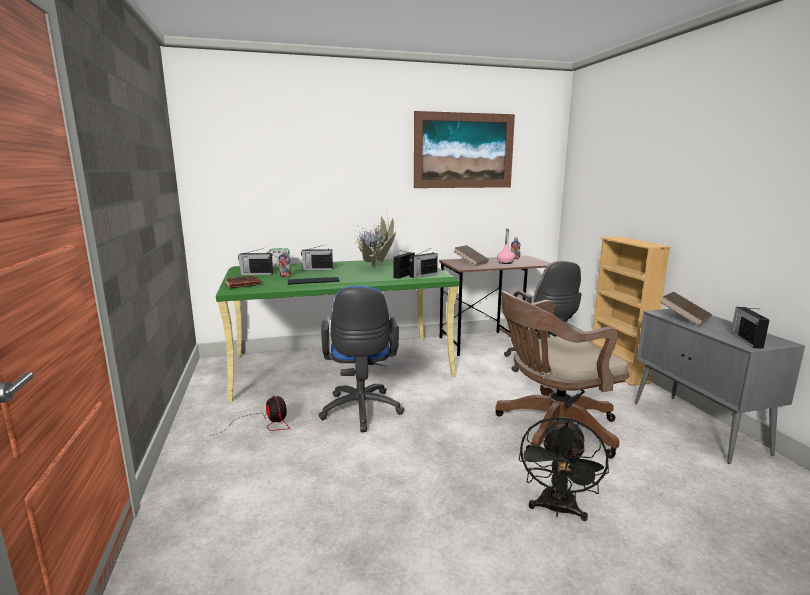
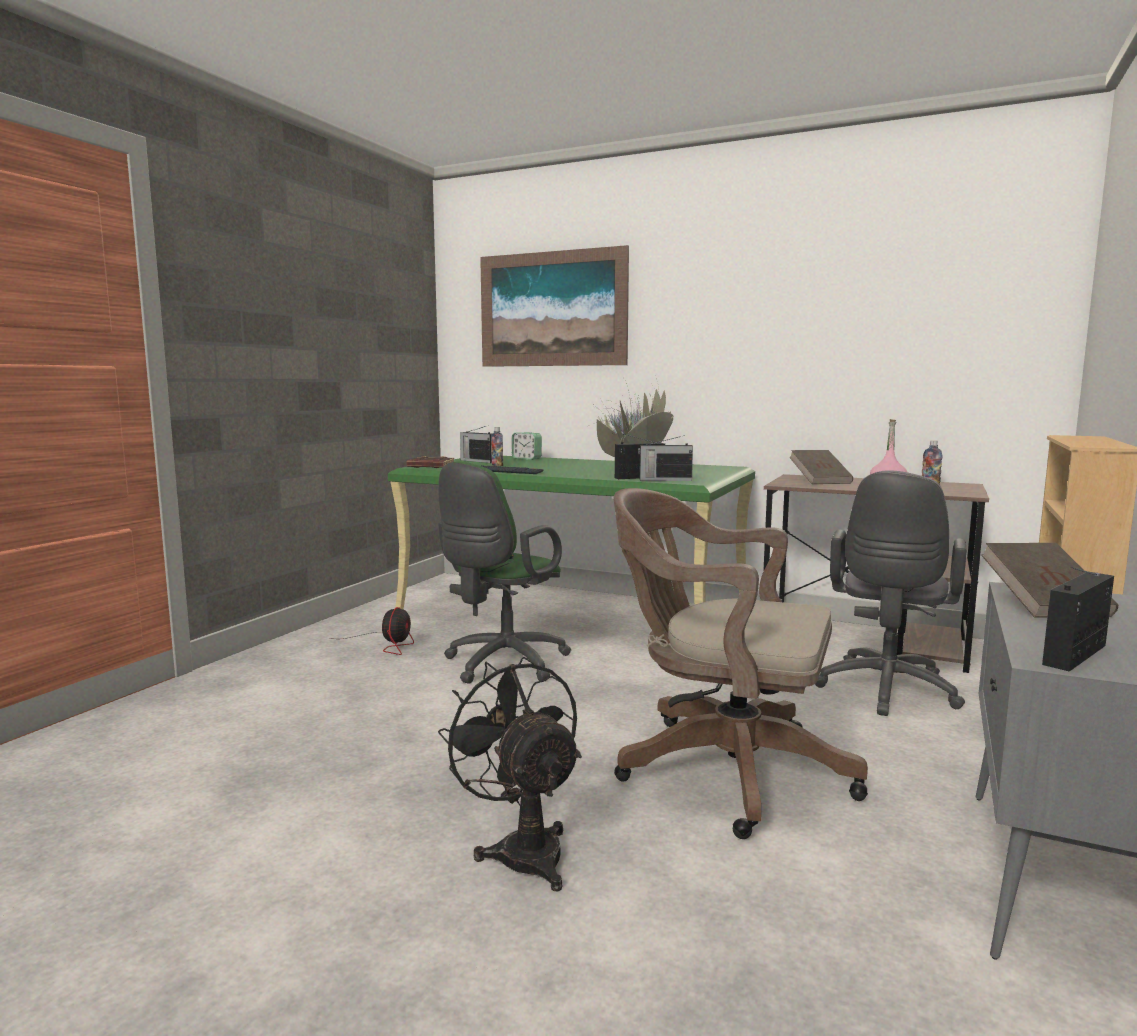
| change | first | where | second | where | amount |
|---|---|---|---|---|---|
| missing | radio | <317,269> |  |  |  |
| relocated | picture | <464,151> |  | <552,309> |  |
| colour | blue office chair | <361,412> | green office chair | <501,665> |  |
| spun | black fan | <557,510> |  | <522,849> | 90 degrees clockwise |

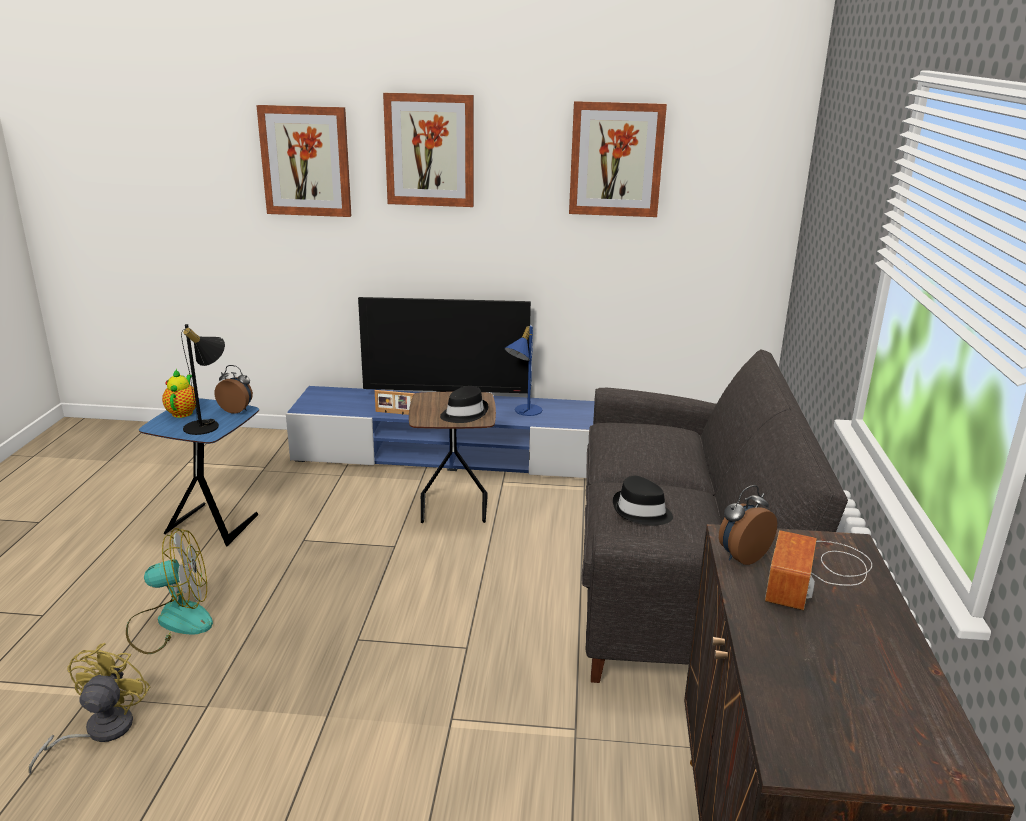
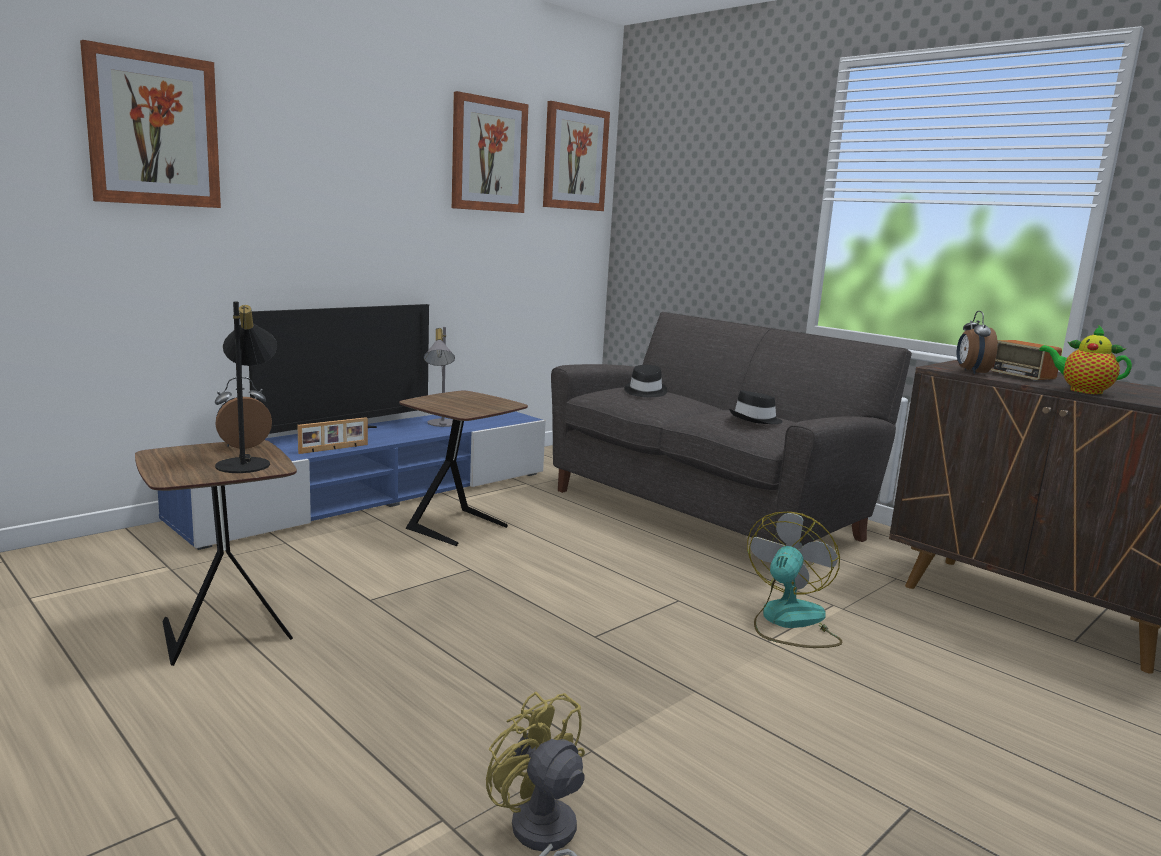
| change | first | where | second | where | amount |
|---|---|---|---|---|---|
| relocated | fan | <171,622> |  | <789,622> |  |
| relocated | teapot | <183,412> |  | <1081,390> |  |
| relocated | picture | <430,150> |  | <575,158> |  |
| relocated | black hat | <464,413> |  | <644,392> |  |
| colour | blue side table | <214,523> | brown side table | <222,630> |  |
| colour | blue table lamp | <523,411> | grey table lamp | <440,424> |  |

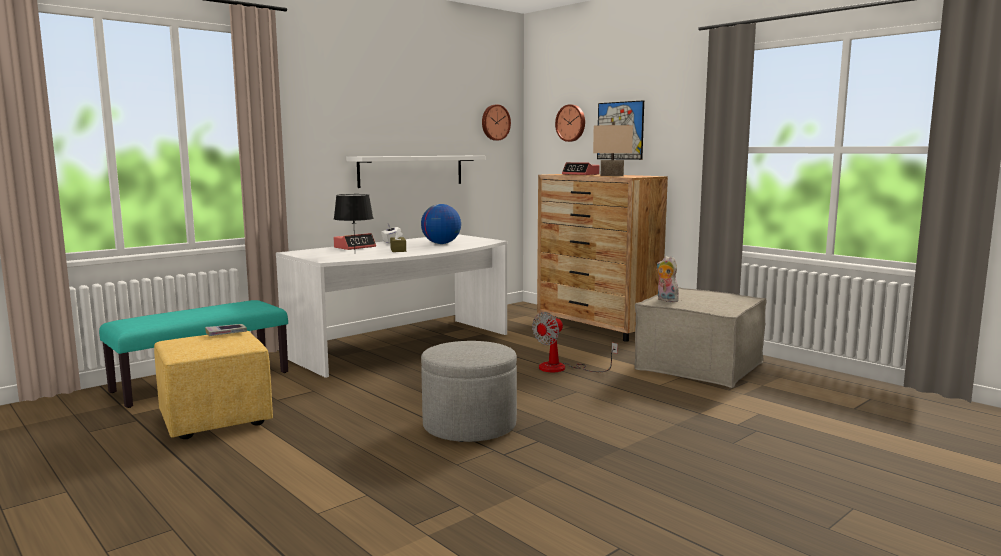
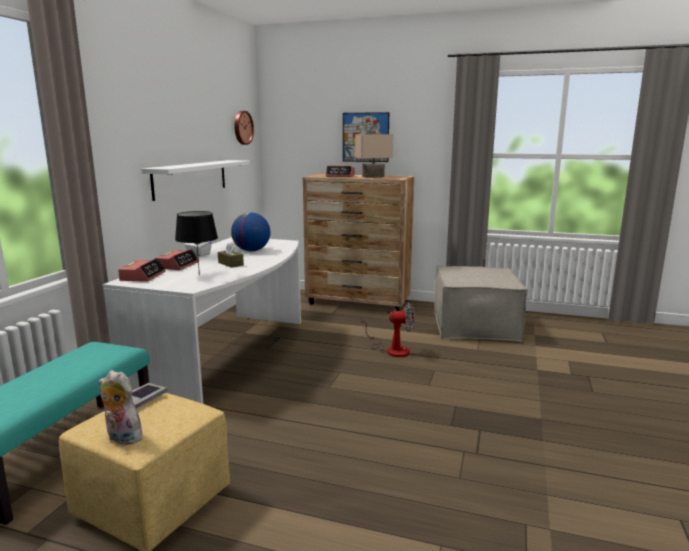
| change | first | where | second | where | amount |
|---|---|---|---|---|---|
| missing | grey ottoman | <469,425> |  |  |  |
| missing | wall clock | <571,123> |  |  |  |
| appeared |  |  | alarm clock | <143,276> |  |
| relocated | plush toy | <665,300> |  | <121,438> |  |
| spun | fan | <562,368> |  | <391,349> | 105 degrees counterclockwise |

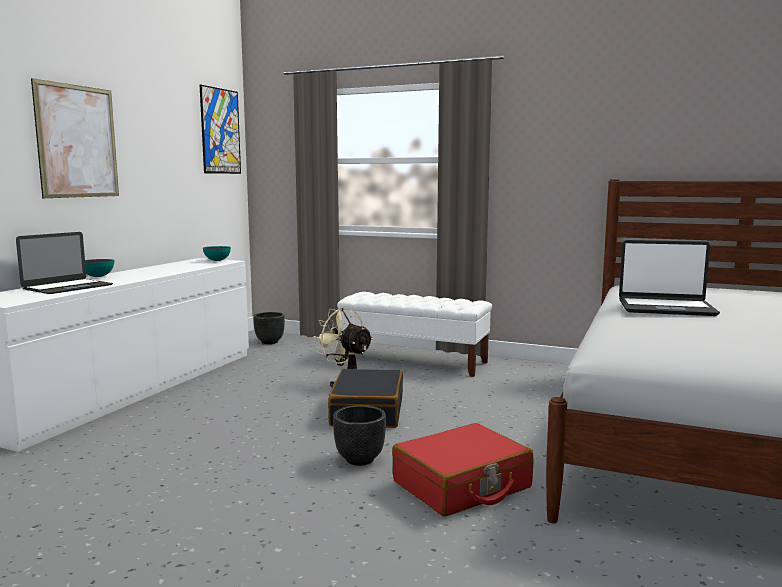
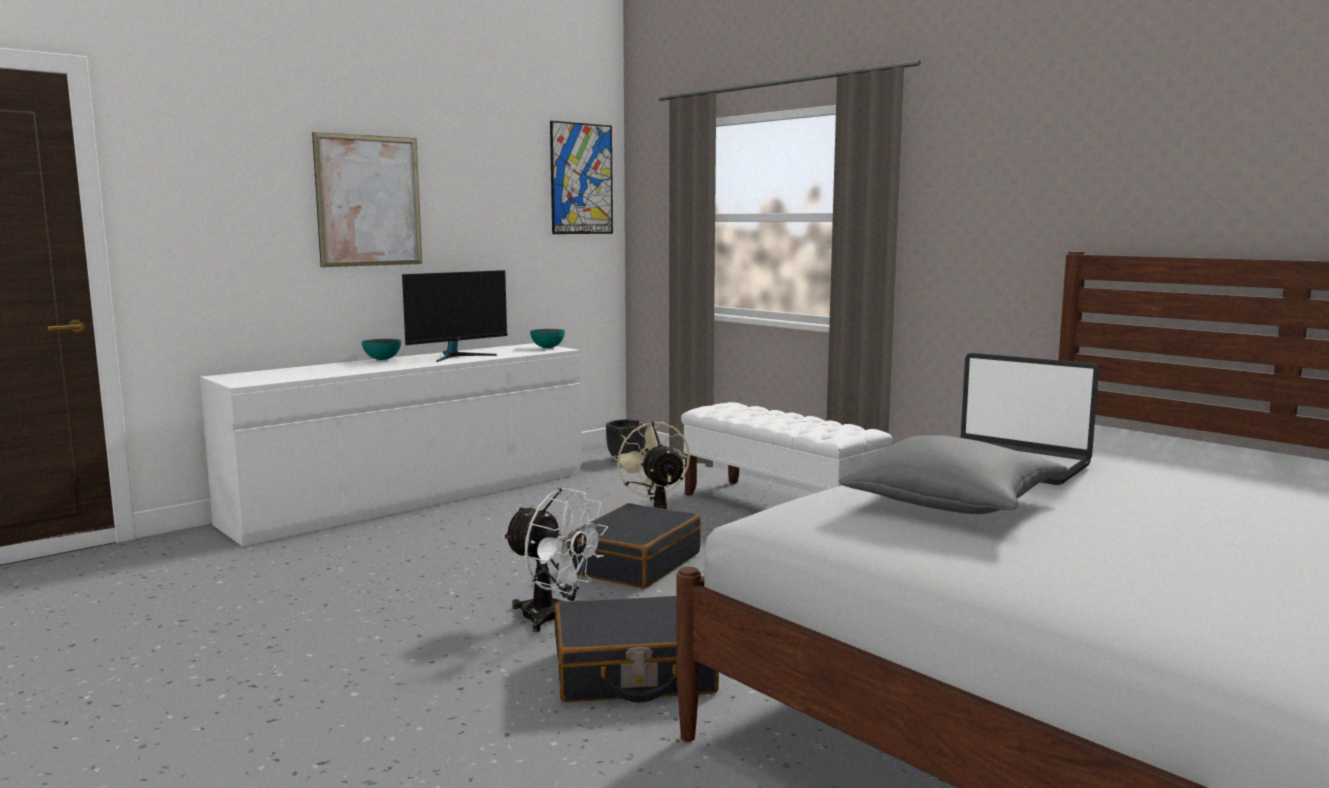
| change | first | where | second | where | amount |
|---|---|---|---|---|---|
| missing | laptop | <68,287> |  |  |  |
| appeared |  |  | monitor | <457,356> |  |
| appeared |  |  | grey pillow | <953,503> |  |
| exchanged | black planter | <359,459> | white fan | <553,618> |  |
| colour | red suitcase | <462,485> | black suitcase | <633,672> |  |

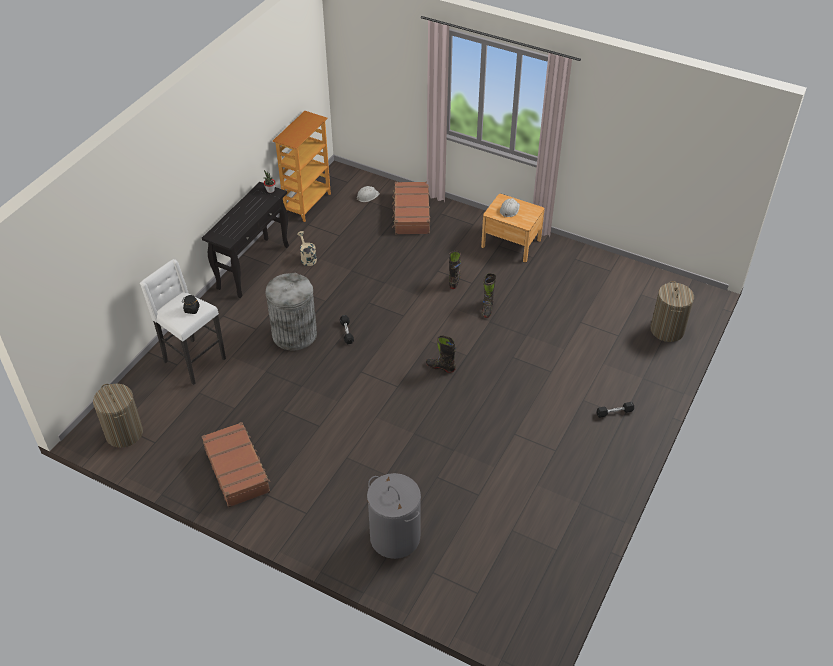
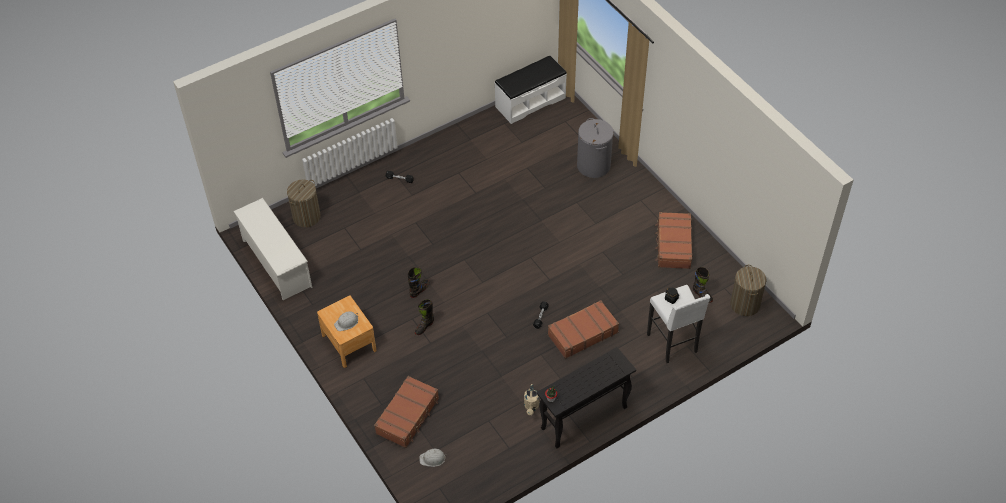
| change | first | where | second | where | amount |
|---|---|---|---|---|---|
| missing | bookcase | <307,204> |  |  |  |
| appeared |  |  | white shoe rack | <276,263> |  |
| appeared |  |  | white bench | <530,102> |  |
| relocated | black boot | <440,367> |  | <702,295> |  |
| exchanged | grey trash can | <294,334> | brown suitcase | <582,333> |  |

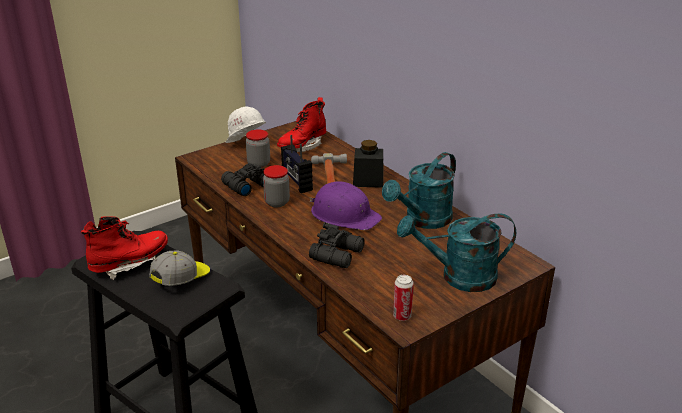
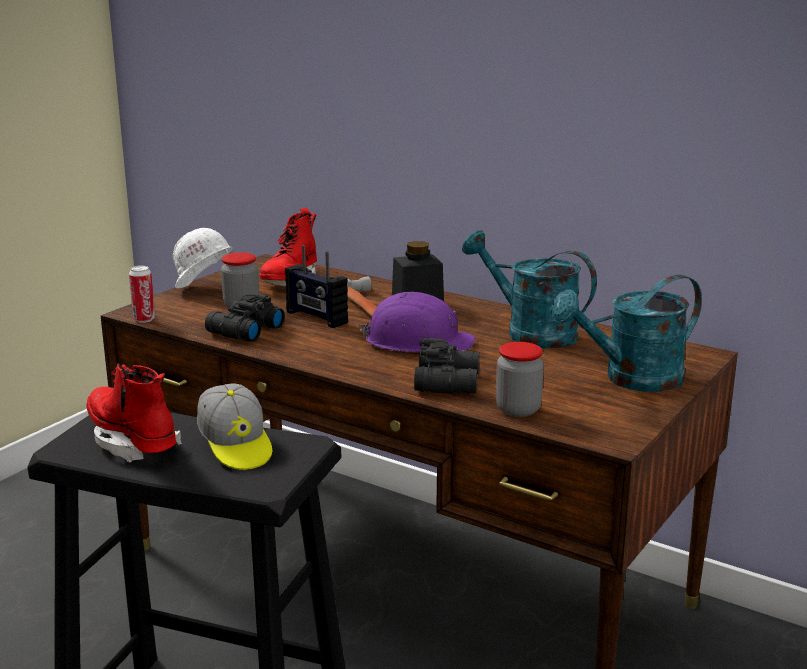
| change | first | where | second | where | amount |
|---|---|---|---|---|---|
| relocated | jar | <277,202> |  | <518,409> |  |
| relocated | can | <402,316> |  | <144,319> |  |
| spun | red boot | <130,263> |  | <132,442> | 75 degrees counterclockwise |
| spun | cap | <182,279> |  | <235,446> | 135 degrees clockwise |
| spun | turquoise watering can | <423,220> |  | <530,332> | 105 degrees clockwise |

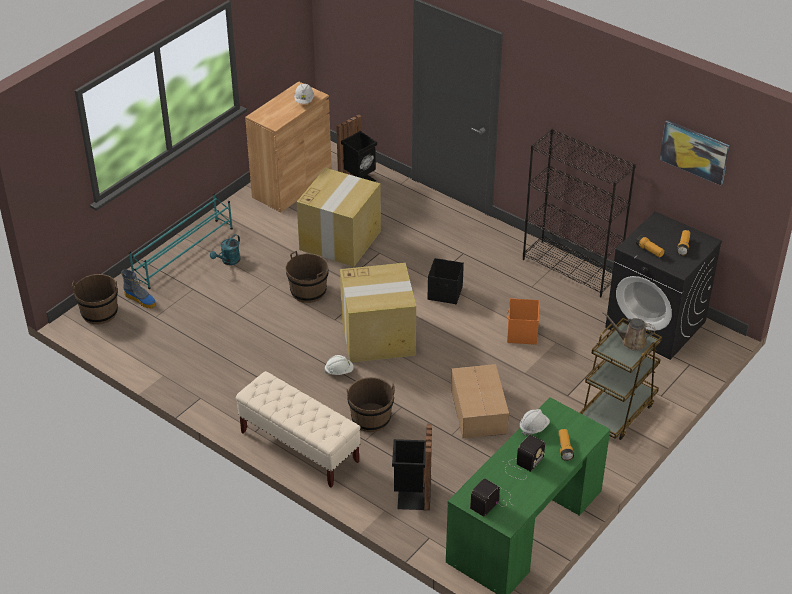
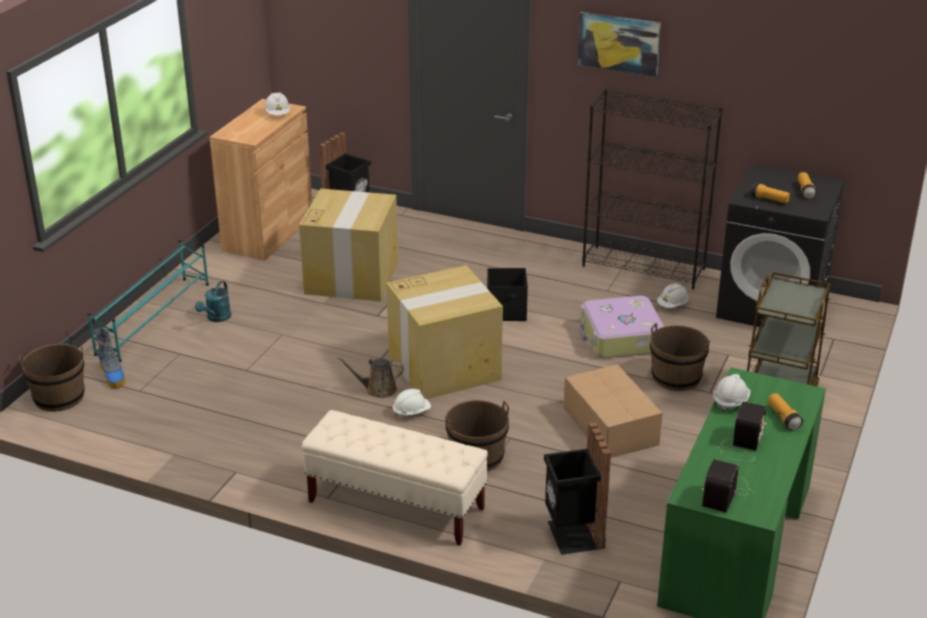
| change | first | where | second | where | amount |
|---|---|---|---|---|---|
| appeared |  |  | white hard hat | <672,305> |  |
| relocated | brown bucket | <308,291> |  | <676,377> |  |
| relocated | brown watering can | <631,341> |  | <377,389> |  |
| relocated | picture | <694,151> |  | <619,43> |  |
| exchanged | orange storage box | <521,334> | suitcase | <620,338> |  |
| spun | boot | <141,300> |  | <112,375> | 45 degrees clockwise |

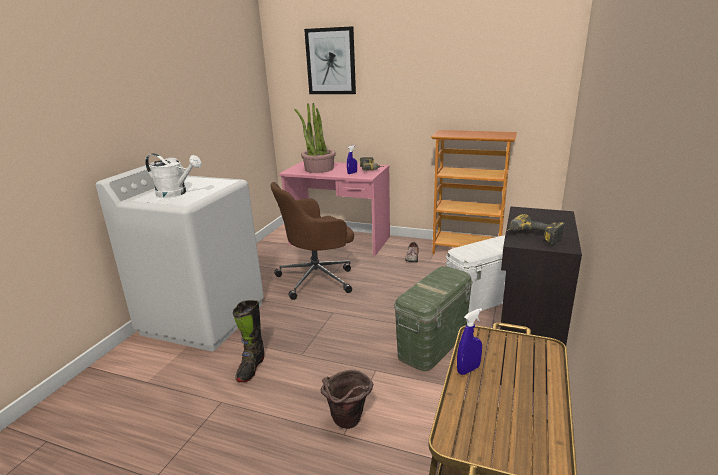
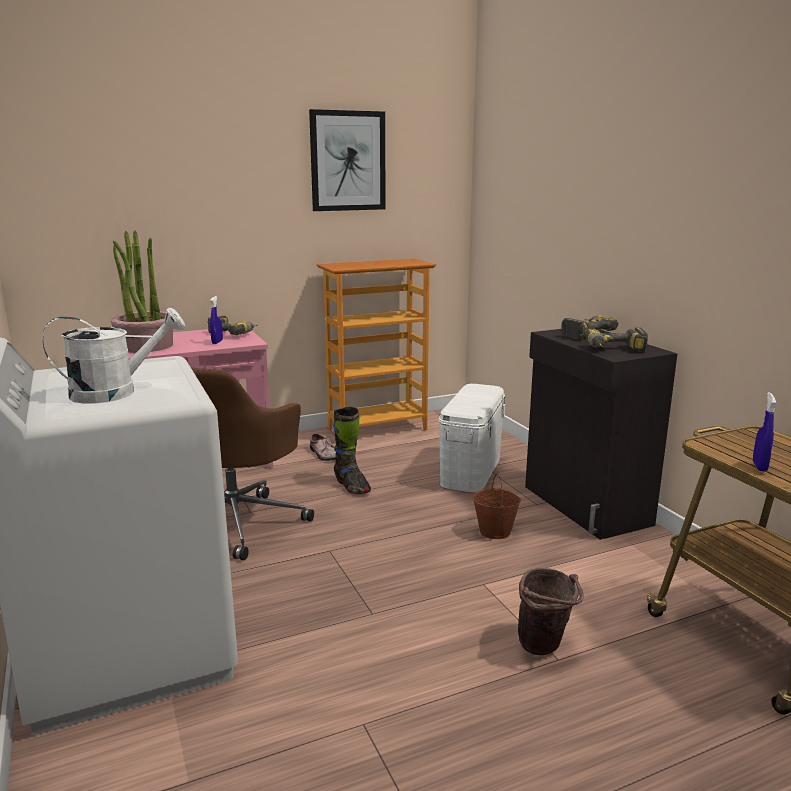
| change | first | where | second | where | amount |
|---|---|---|---|---|---|
| appeared |  |  | power drill | <584,334> |  |
| relocated | black boot | <251,368> |  | <351,486> |  |
| relocated | picture | <331,61> |  | <348,161> |  |
| exchanged | green storage box | <433,344> | brown bucket | <495,532> |  |

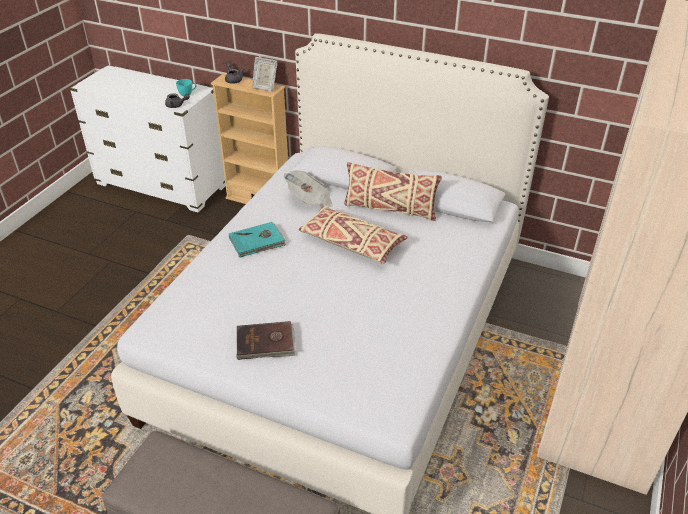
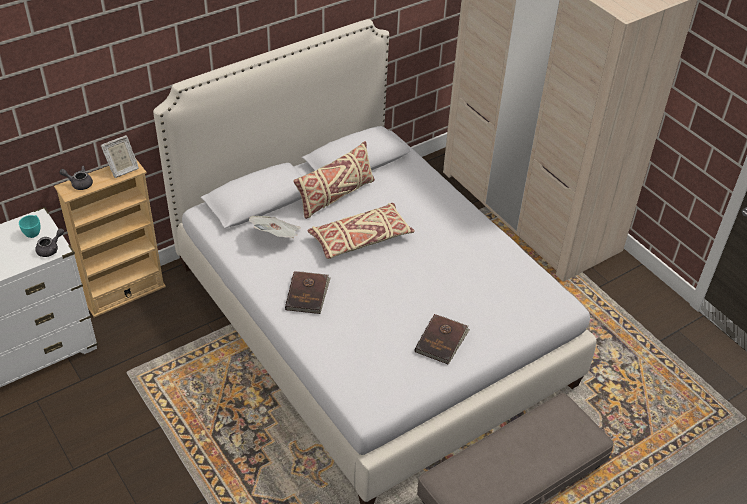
| change | first | where | second | where | amount |
|---|---|---|---|---|---|
| colour | turquoise book | <257,242> | brown book | <308,294> |  |

